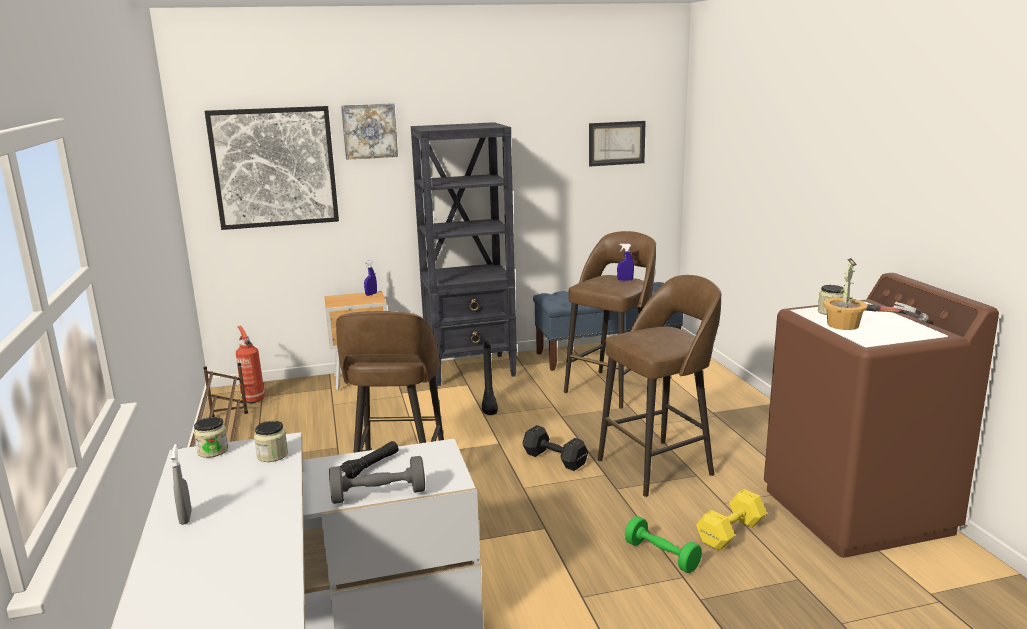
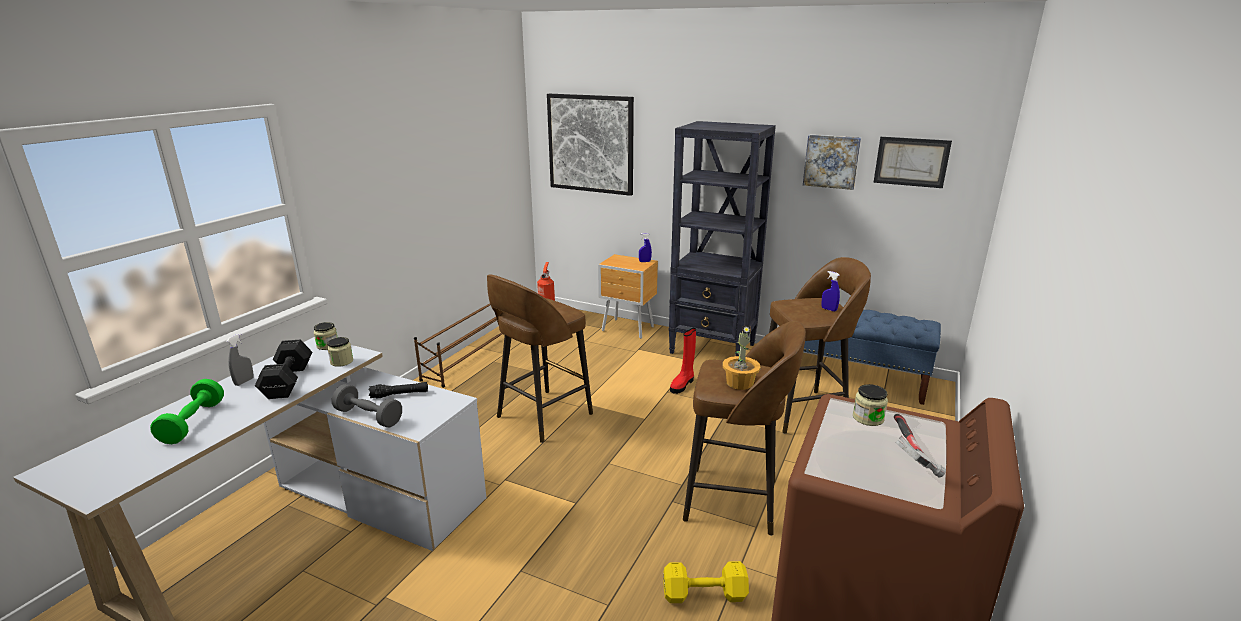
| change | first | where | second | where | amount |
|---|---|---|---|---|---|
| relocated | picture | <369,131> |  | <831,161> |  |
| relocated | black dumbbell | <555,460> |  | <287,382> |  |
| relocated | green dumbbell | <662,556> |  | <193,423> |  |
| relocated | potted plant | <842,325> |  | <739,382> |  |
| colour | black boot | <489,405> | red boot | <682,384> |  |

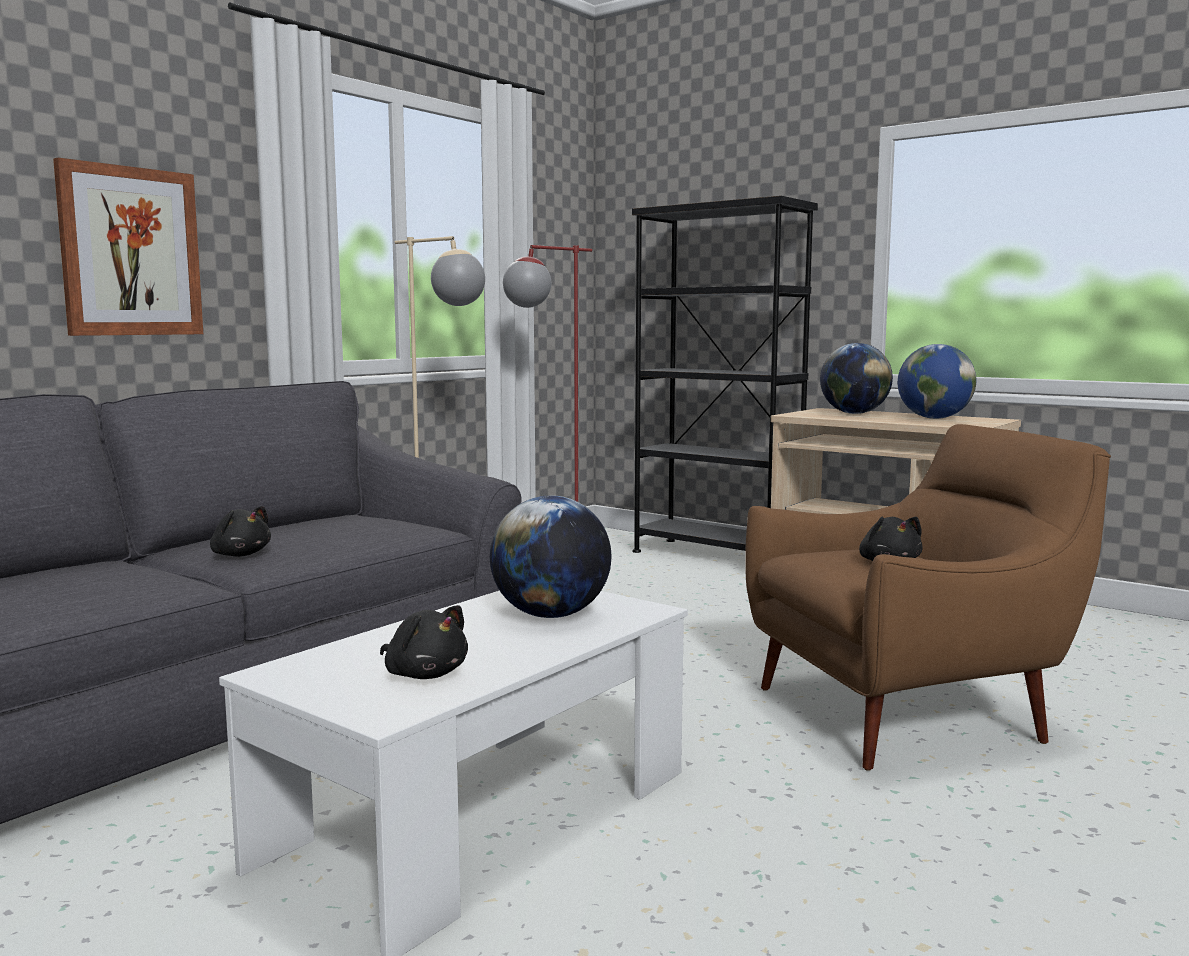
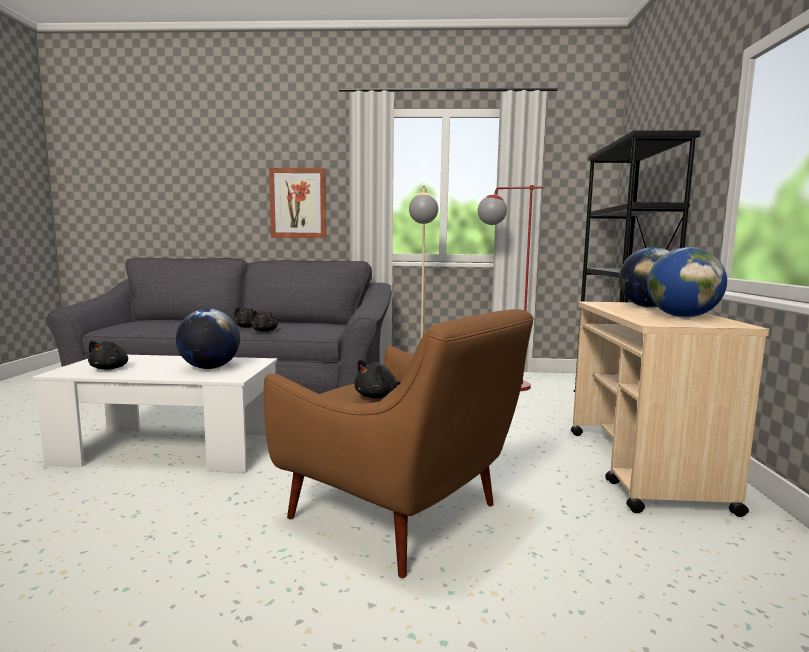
| change | first | where | second | where | amount |
|---|---|---|---|---|---|
| appeared |  |  | black plush toy | <265,331> |  |

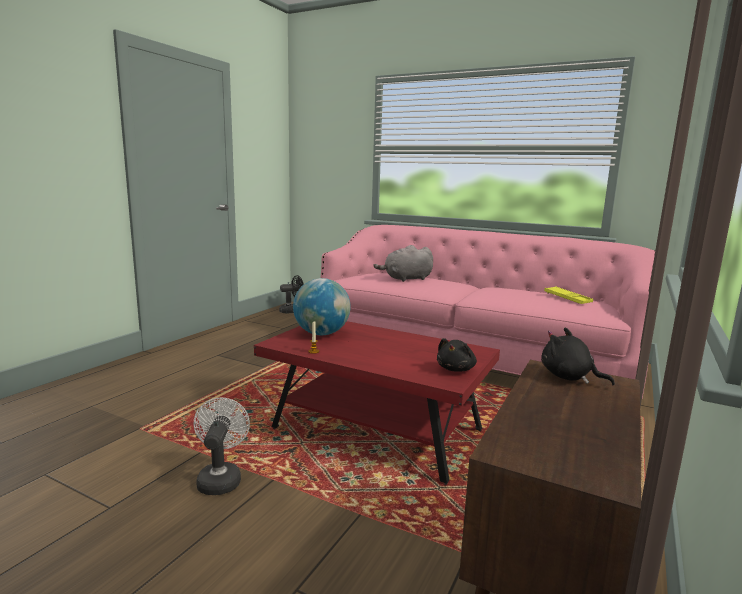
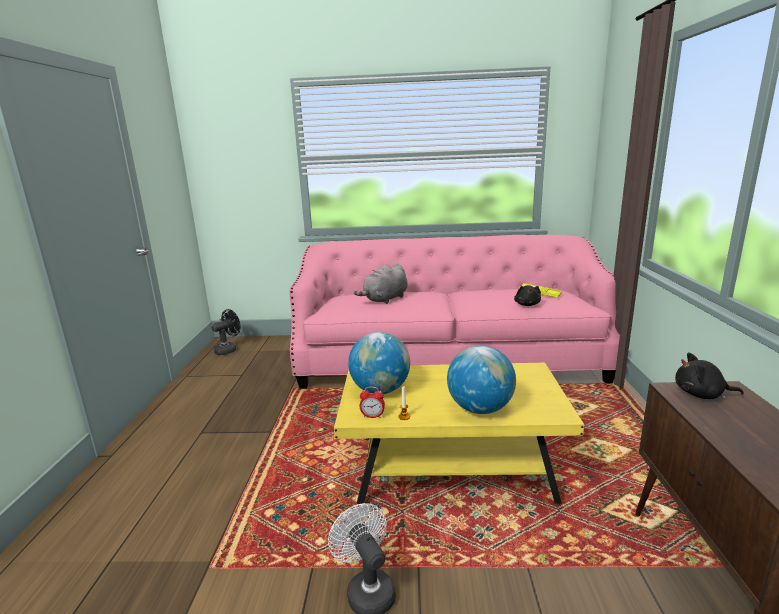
| change | first | where | second | where | amount |
|---|---|---|---|---|---|
| appeared |  |  | alarm clock | <372,416> |  |
| appeared |  |  | globe | <480,409> |  |
| relocated | black plush toy | <456,369> |  | <527,304> |  |
| colour | red coffee table | <376,430> | yellow coffee table | <452,469> |  |

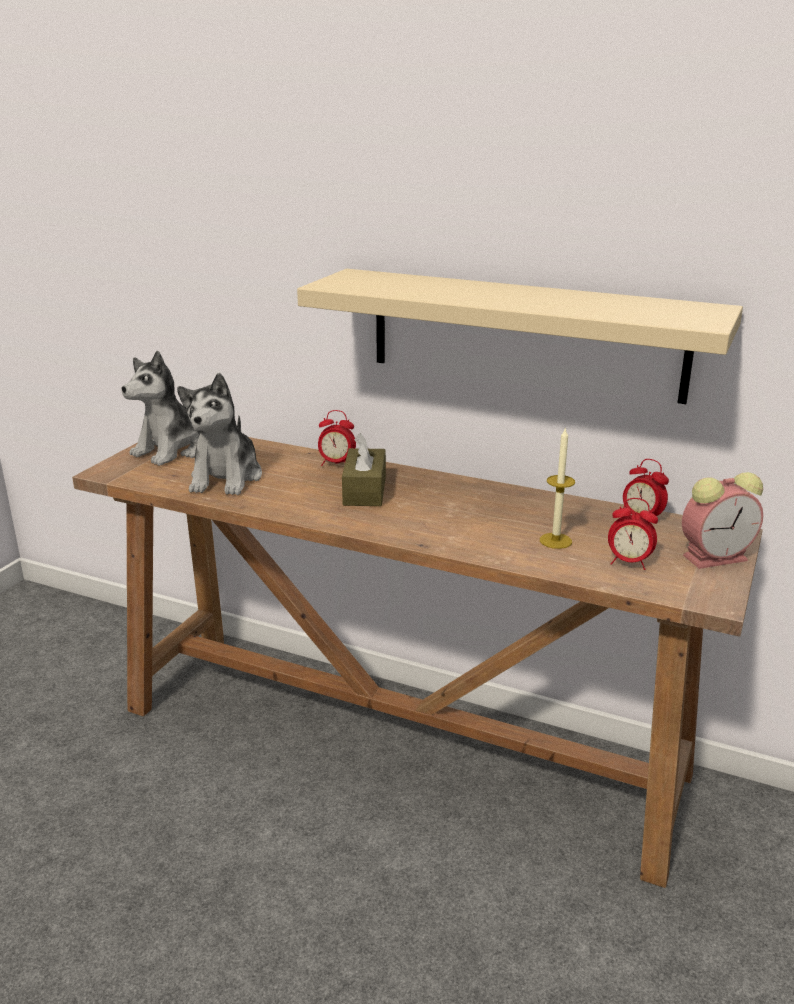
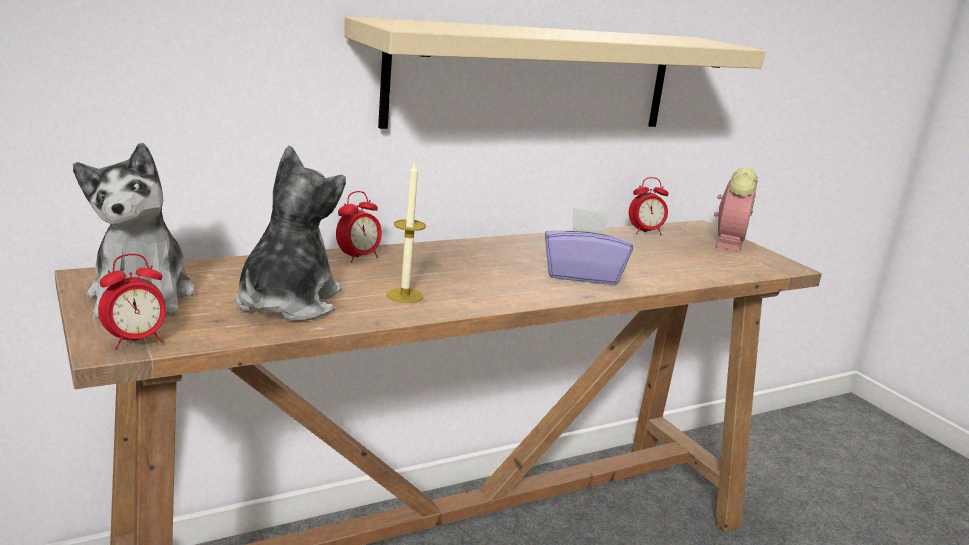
| change | first | where | second | where | amount |
|---|---|---|---|---|---|
| missing | brown tissue box | <364,490> |  |  |  |
| appeared |  |  | purple tissue box | <582,274> |  |
| relocated | candle | <555,541> |  | <405,295> |  |
| relocated | alarm clock | <628,563> |  | <135,341> |  |
| spun | plush toy | <226,478> |  | <286,303> | 120 degrees counterclockwise |

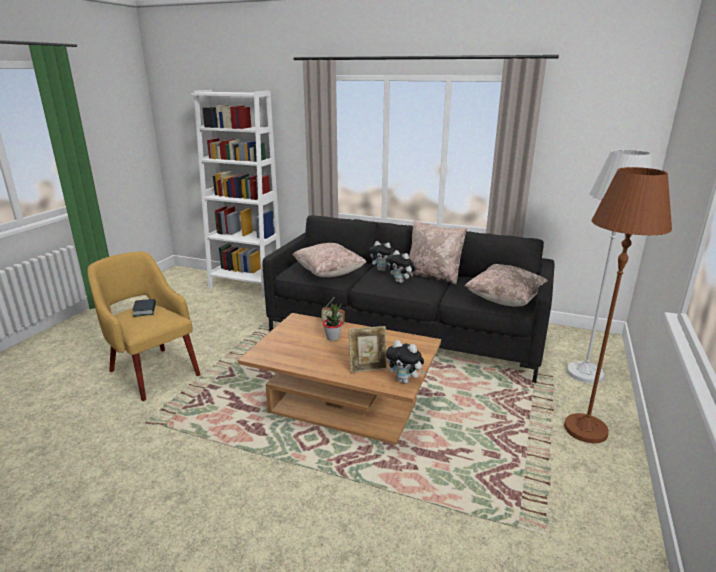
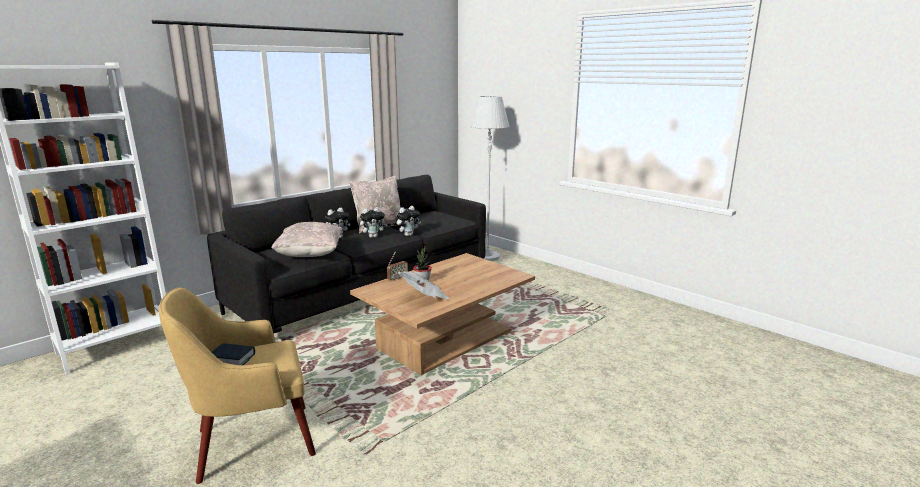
| change | first | where | second | where | amount |
|---|---|---|---|---|---|
| missing | picture frame | <368,367> |  |  |  |
| missing | beige pillow | <505,300> |  |  |  |
| missing | brown floor lamp | <585,429> |  |  |  |
| appeared |  |  | newspaper | <424,297> |  |
| relocated | plush toy | <405,381> |  | <408,235> |  |

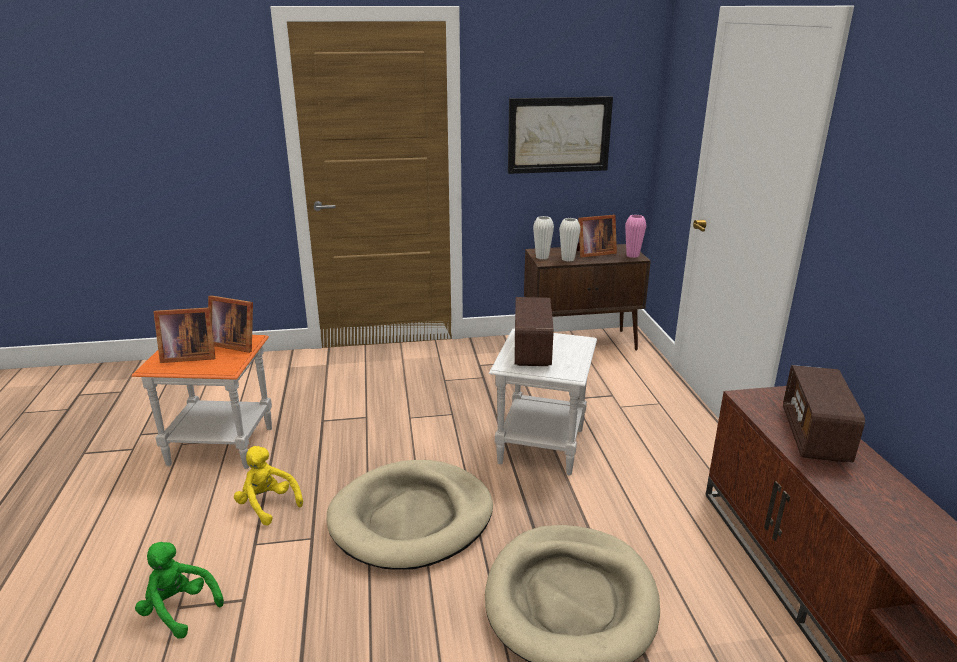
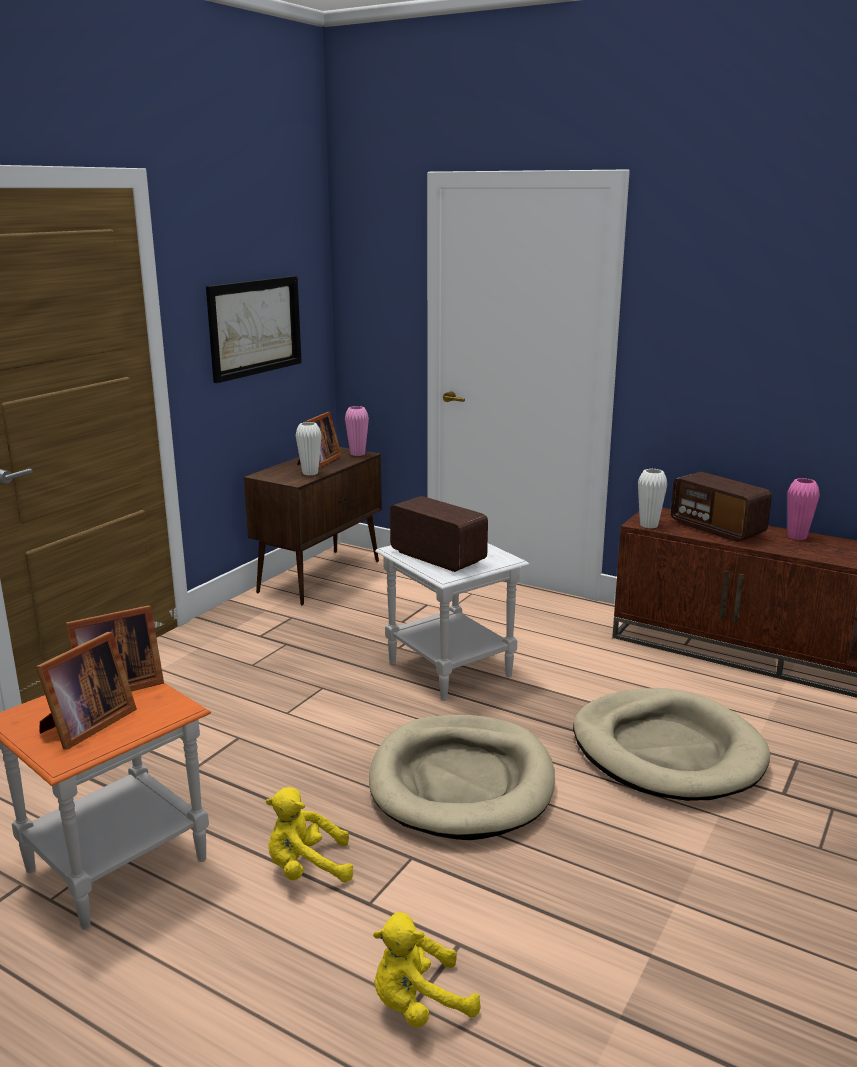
| change | first | where | second | where | amount |
|---|---|---|---|---|---|
| appeared |  |  | pink vase | <797,537> |  |
| relocated | white vase | <542,257> |  | <648,525> |  |
| colour | green plush toy | <179,609> | yellow plush toy | <418,1004> |  |

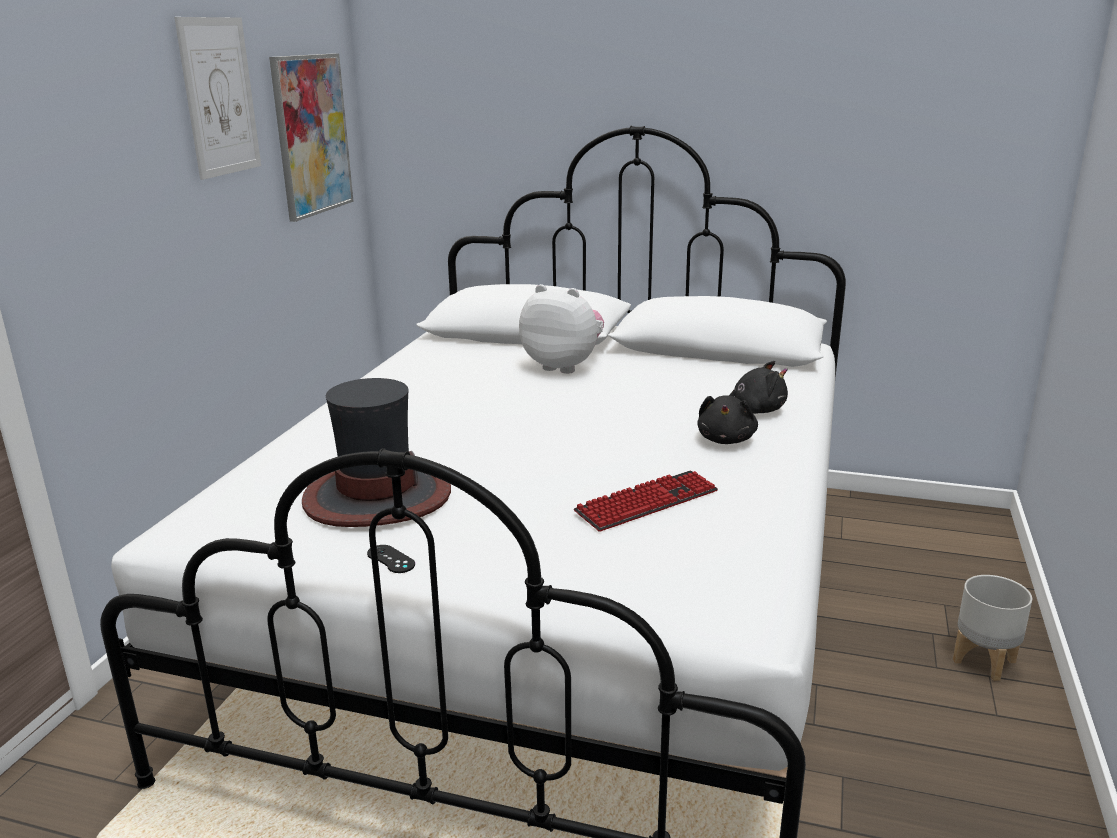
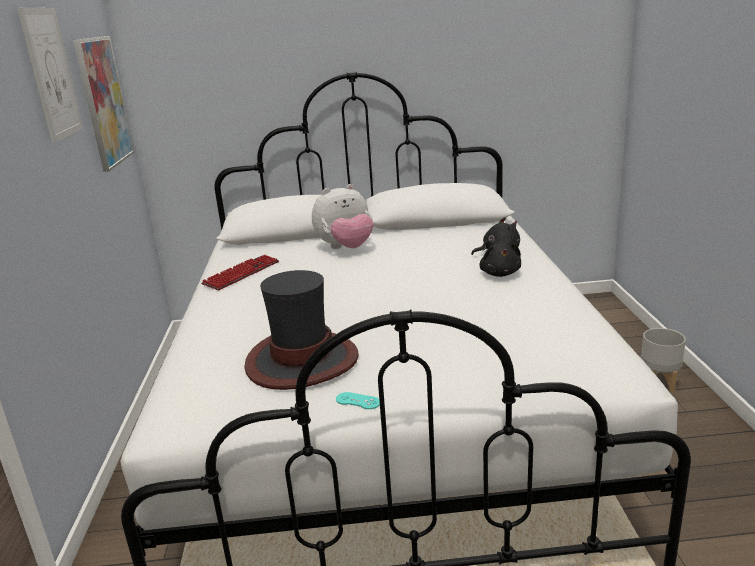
| change | first | where | second | where | amount |
|---|---|---|---|---|---|
| relocated | keyboard | <647,502> |  | <242,274> |  |
| colour | black game controller | <391,559> | turquoise game controller | <358,401> |  |
| spun | plush toy | <564,366> |  | <346,248> | 150 degrees clockwise |

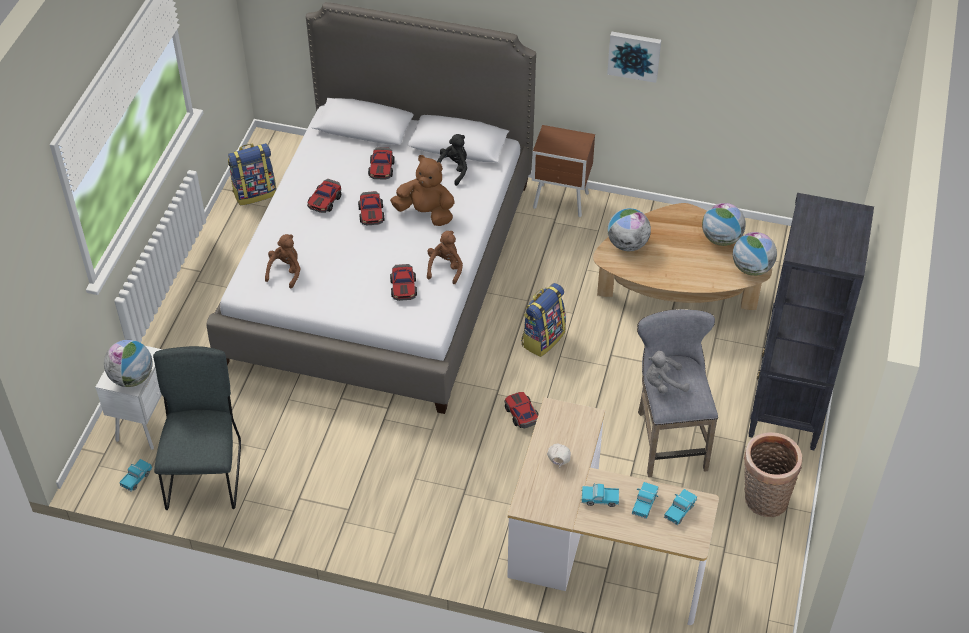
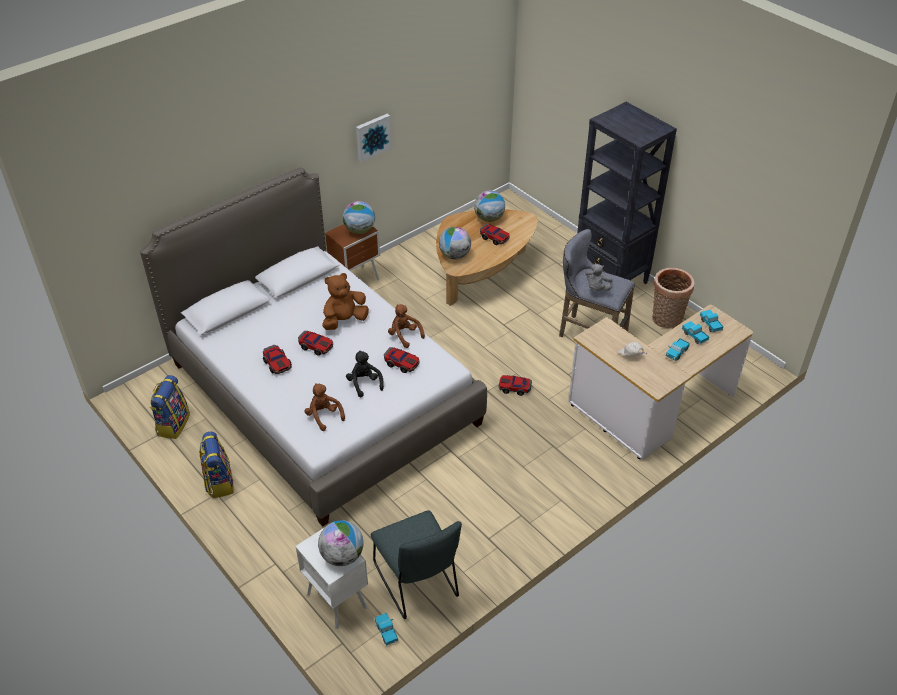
| change | first | where | second | where | amount |
|---|---|---|---|---|---|
| relocated | toy car | <381,168> |  | <494,237> |  |
| relocated | black plush toy | <453,170> |  | <364,383> |  |
| relocated | backpack | <542,338> |  | <219,482> |  |
| relocated | globe | <751,268> |  | <359,230> |  |
| spun | grey chair | <205,472> |  | <417,583> | 150 degrees counterclockwise |

